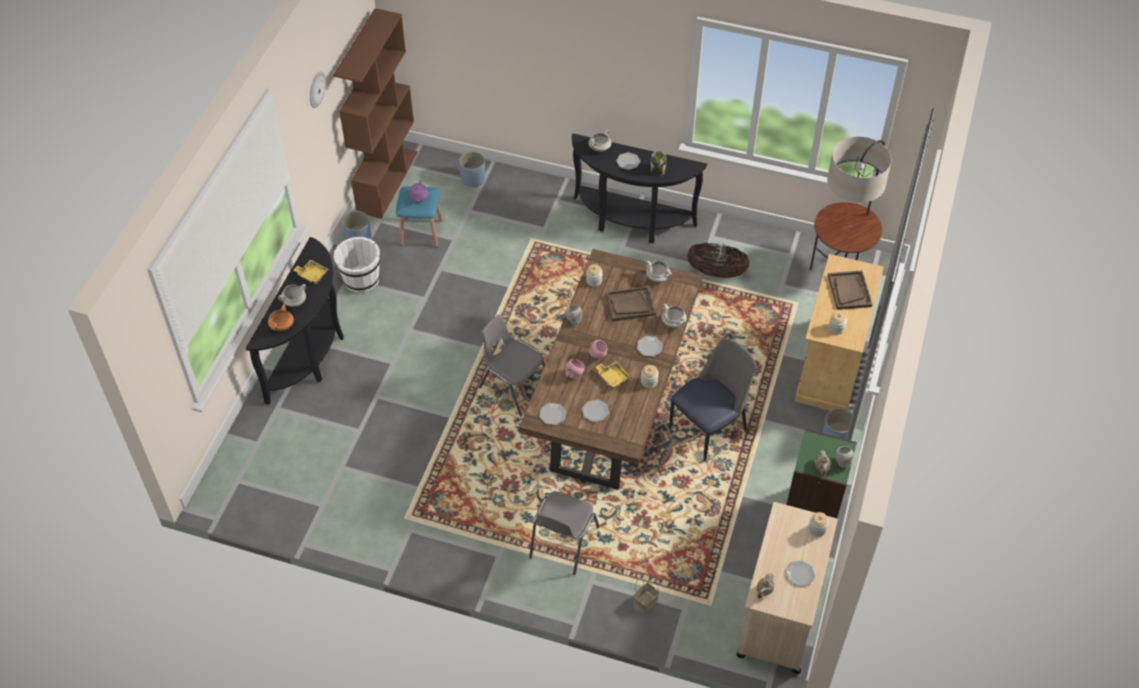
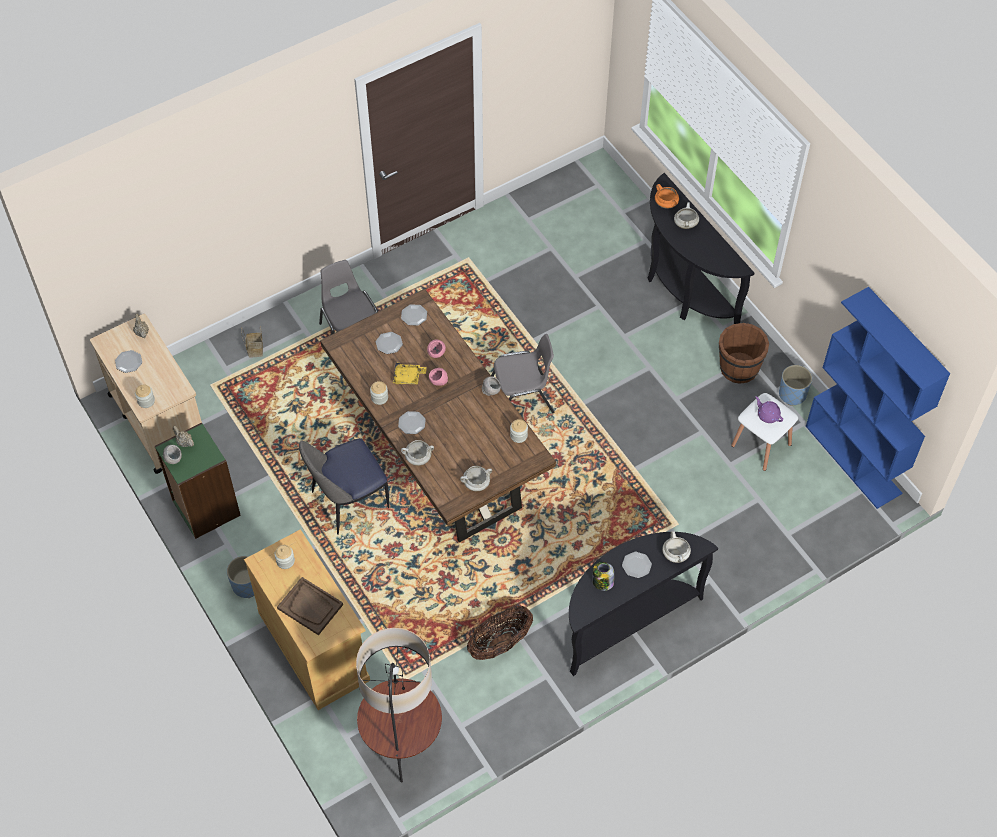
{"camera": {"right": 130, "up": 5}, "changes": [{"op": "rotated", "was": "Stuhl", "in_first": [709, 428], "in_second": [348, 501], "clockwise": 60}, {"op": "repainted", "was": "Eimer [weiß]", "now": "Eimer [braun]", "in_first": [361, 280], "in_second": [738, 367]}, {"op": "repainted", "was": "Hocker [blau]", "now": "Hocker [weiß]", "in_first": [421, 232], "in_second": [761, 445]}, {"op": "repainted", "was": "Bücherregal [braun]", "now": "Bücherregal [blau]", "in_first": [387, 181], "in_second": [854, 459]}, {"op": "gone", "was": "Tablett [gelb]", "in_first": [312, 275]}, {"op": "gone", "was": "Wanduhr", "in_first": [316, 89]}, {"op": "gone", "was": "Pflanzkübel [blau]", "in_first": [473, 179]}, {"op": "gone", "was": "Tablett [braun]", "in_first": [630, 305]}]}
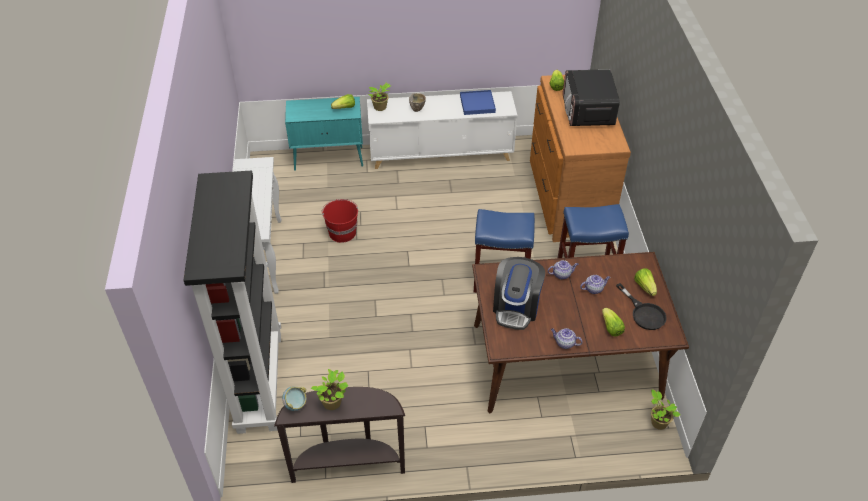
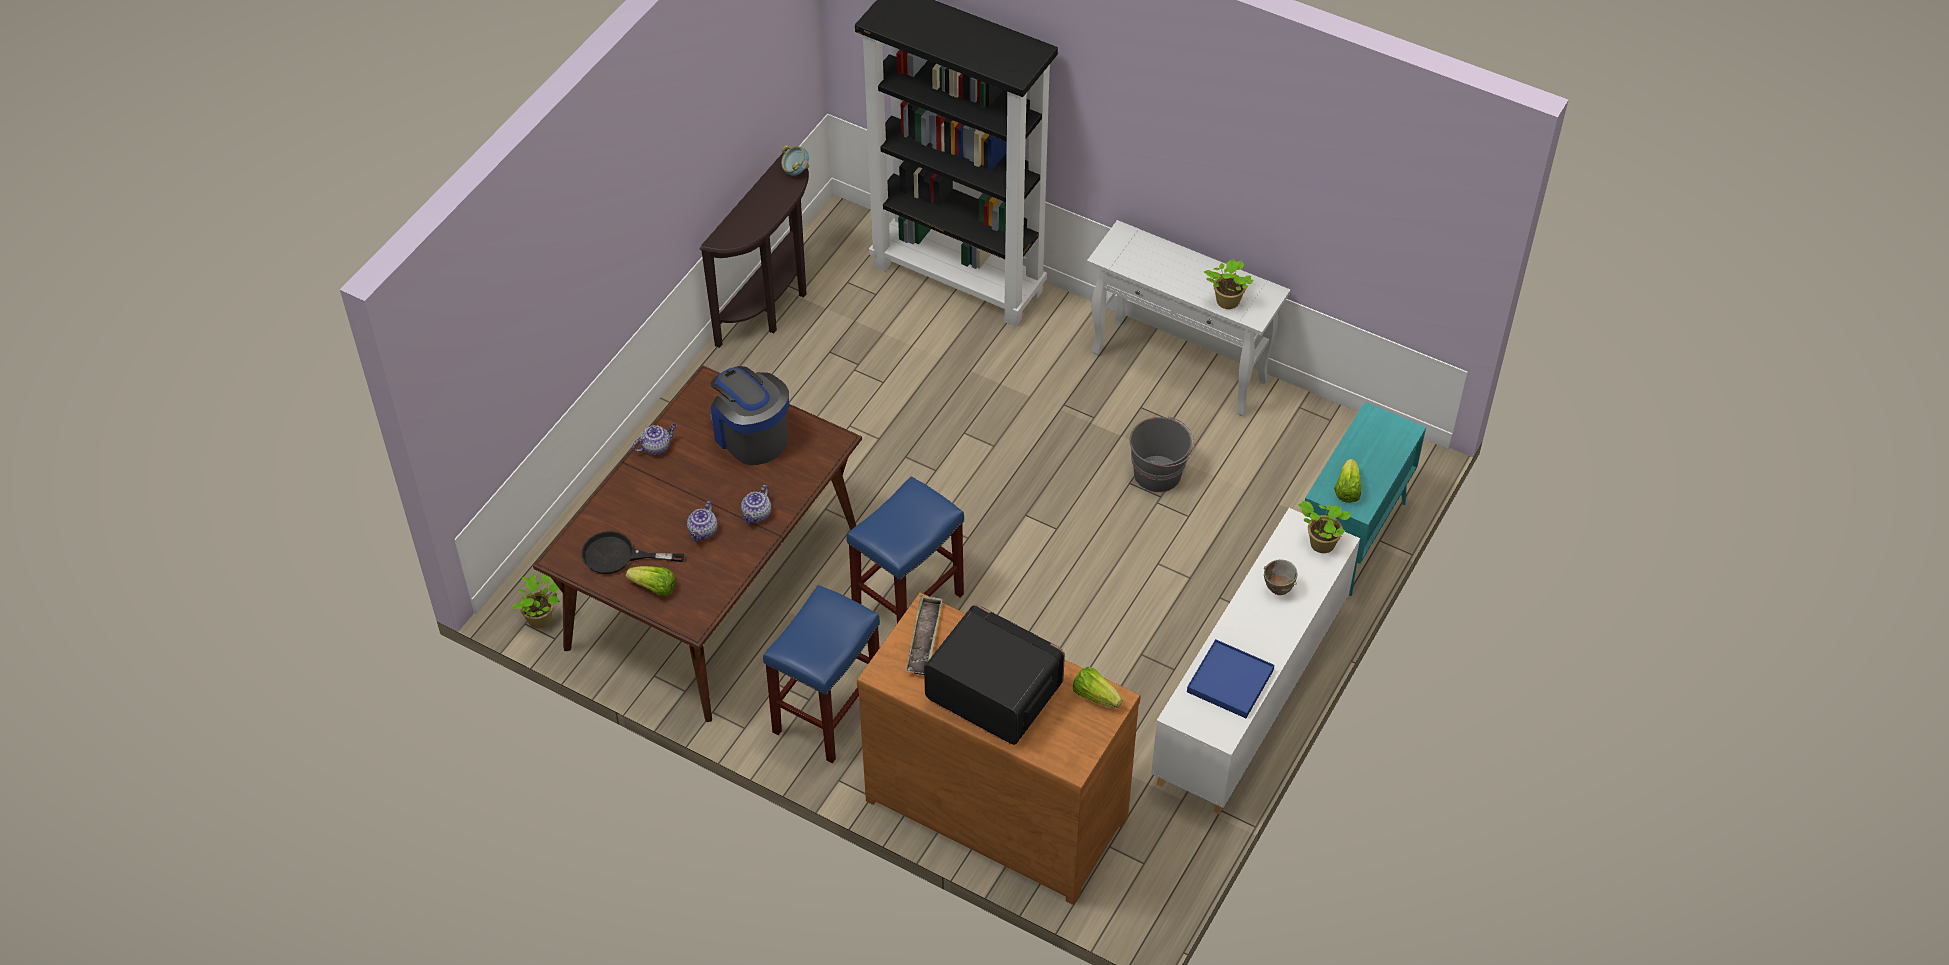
{"camera": {"right": 125, "up": 5}, "changes": [{"op": "new", "now": "Tablett", "in_second": [924, 639]}, {"op": "repainted", "was": "Eimer [rot]", "now": "Eimer [grau]", "in_first": [342, 232], "in_second": [1158, 473]}, {"op": "shifted", "was": "Topfpflanze", "in_first": [333, 403], "in_second": [1226, 302]}, {"op": "gone", "was": "Salatkopf", "in_first": [611, 328]}]}
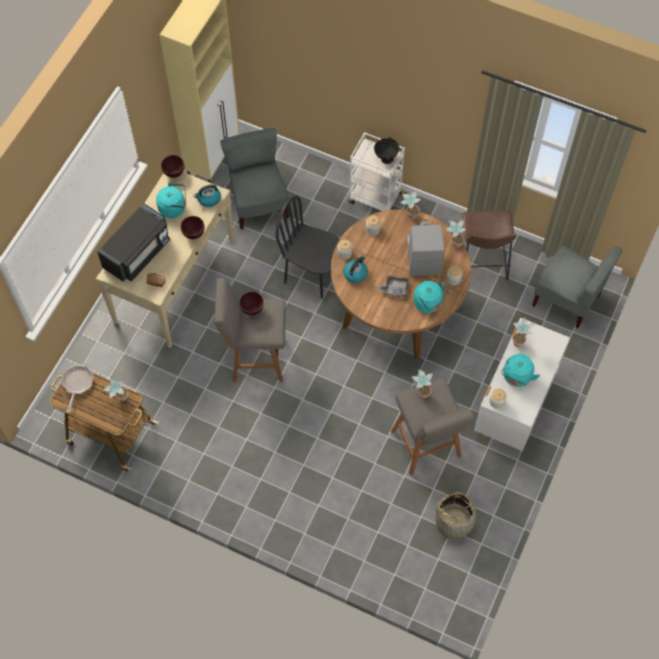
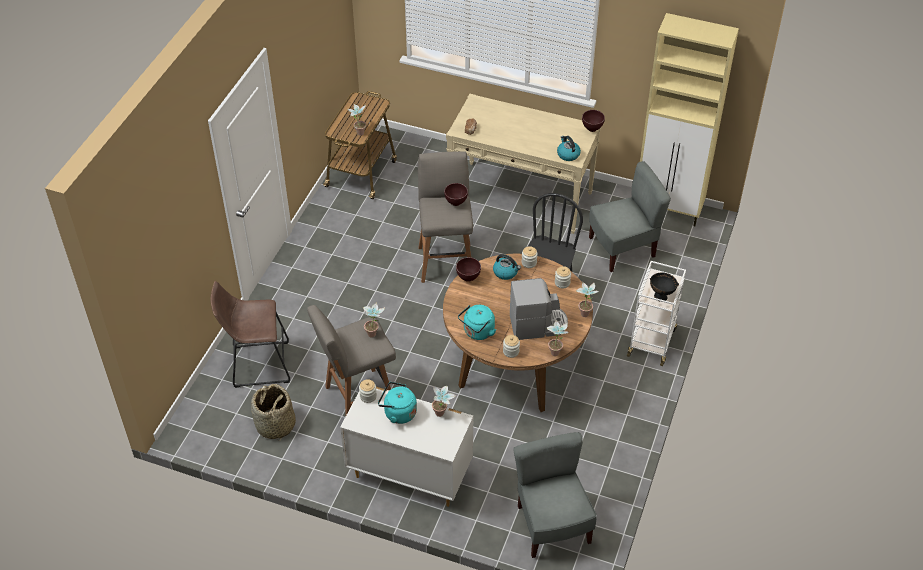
{"camera": {"right": 85, "up": -15}, "changes": [{"op": "shifted", "was": "Hocker [braun]", "in_first": [481, 263], "in_second": [257, 364]}, {"op": "shifted", "was": "Schüssel [braun]", "in_first": [194, 235], "in_second": [468, 279]}, {"op": "rotated", "was": "Stuhl [grau]", "in_first": [567, 300], "in_second": [552, 525], "clockwise": 135}, {"op": "gone", "was": "Pfanne", "in_first": [77, 384]}, {"op": "gone", "was": "Mikrowelle [schwarz]", "in_first": [137, 253]}, {"op": "gone", "was": "Wasserkessel [türkis]", "in_first": [174, 208]}, {"op": "gone", "was": "Tablett [grau]", "in_first": [395, 288]}]}
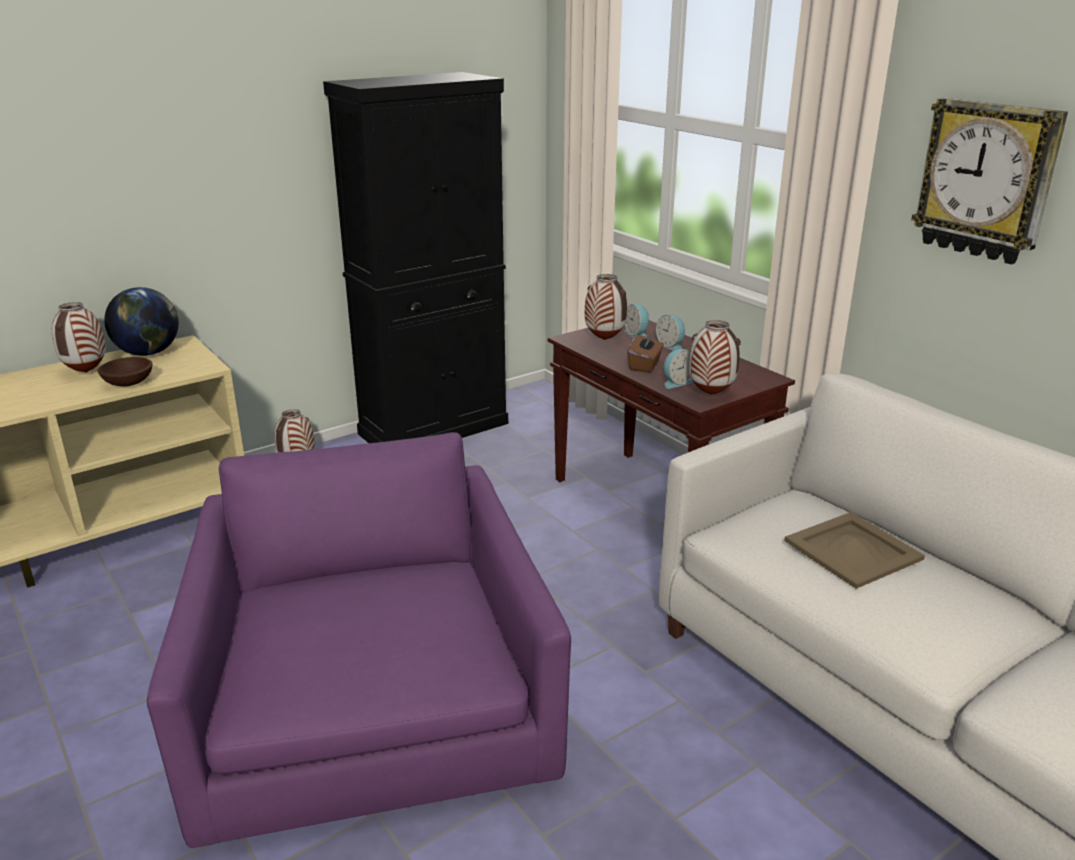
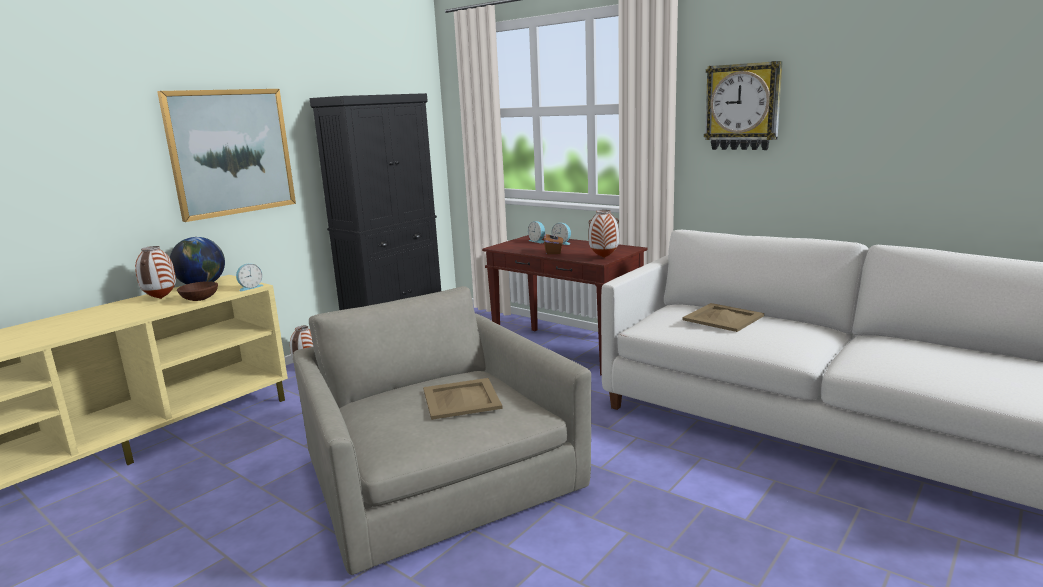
{"camera": {"right": -15, "up": -10}, "changes": [{"op": "new", "now": "Bild", "in_second": [231, 152]}, {"op": "shifted", "was": "Wecker", "in_first": [676, 382], "in_second": [250, 287]}, {"op": "repainted", "was": "Sessel [lila]", "now": "Sessel [grau]", "in_first": [372, 704], "in_second": [437, 477]}, {"op": "new", "now": "Tablett [beige]", "in_second": [462, 398]}, {"op": "gone", "was": "Vase", "in_first": [604, 340]}]}
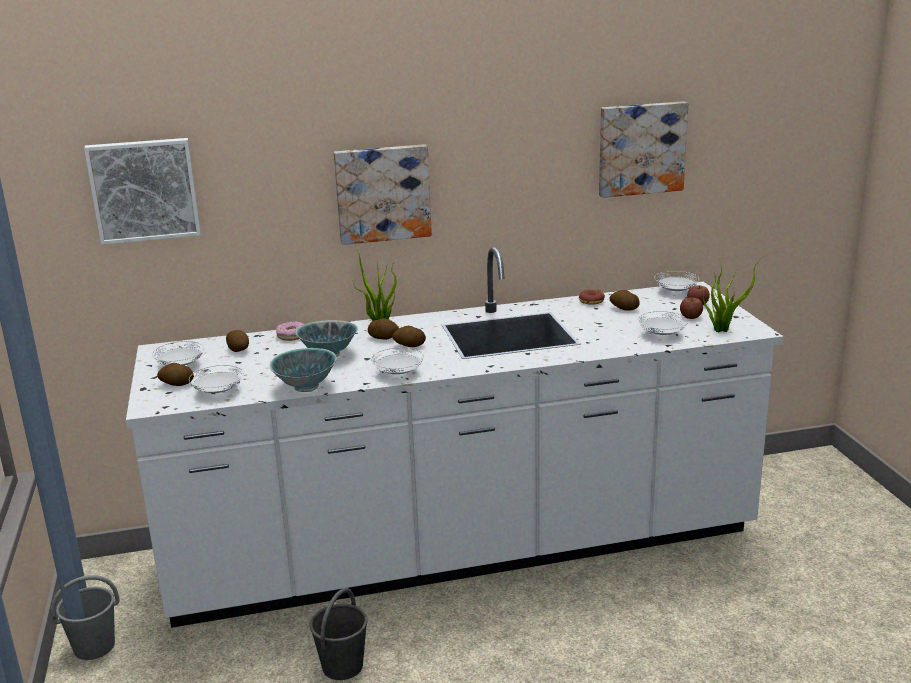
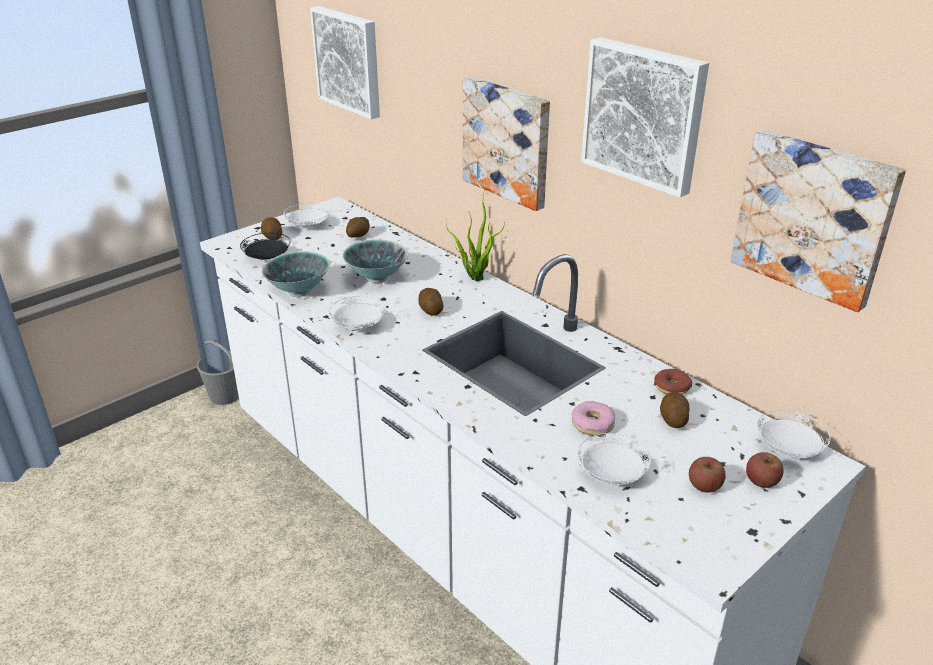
{"camera": {"right": 60, "up": 10}, "changes": [{"op": "repainted", "was": "Teller [weiß]", "now": "Teller [schwarz]", "in_first": [218, 392], "in_second": [267, 258]}, {"op": "shifted", "was": "Donut", "in_first": [292, 336], "in_second": [593, 424]}, {"op": "new", "now": "Bild", "in_second": [644, 114]}, {"op": "gone", "was": "Eimer [grau]", "in_first": [343, 665]}, {"op": "gone", "was": "Kartoffel", "in_first": [384, 338]}, {"op": "gone", "was": "Topfpflanze", "in_first": [723, 329]}]}
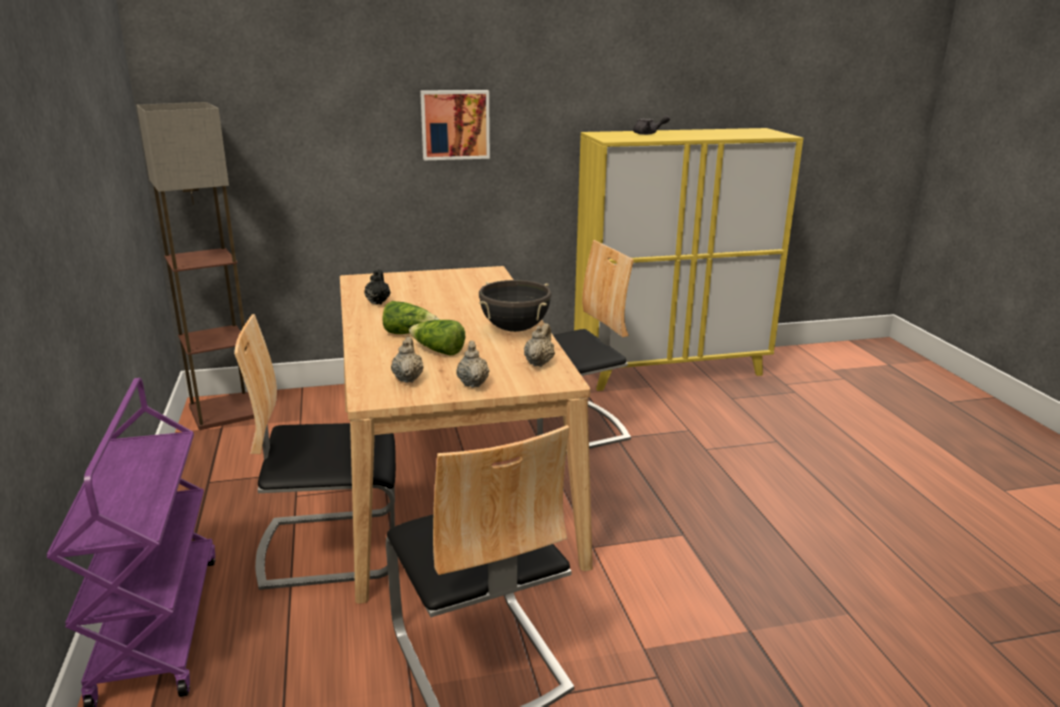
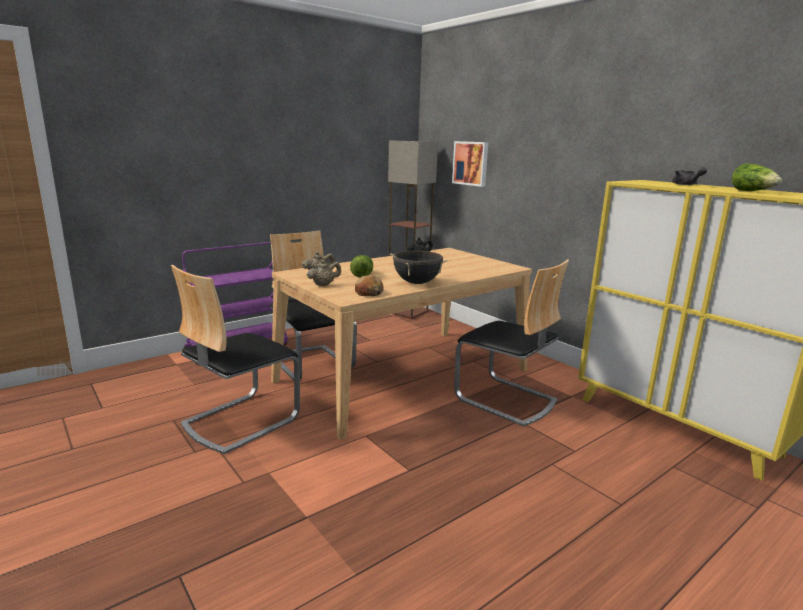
{"camera": {"right": 65, "up": -5}, "changes": [{"op": "swapped", "was": "Teekanne [beige]", "now": "Brot", "in_first": [539, 363], "in_second": [368, 292]}, {"op": "shifted", "was": "Bild", "in_first": [455, 124], "in_second": [471, 163]}, {"op": "shifted", "was": "Salatkopf", "in_first": [409, 333], "in_second": [753, 192]}]}
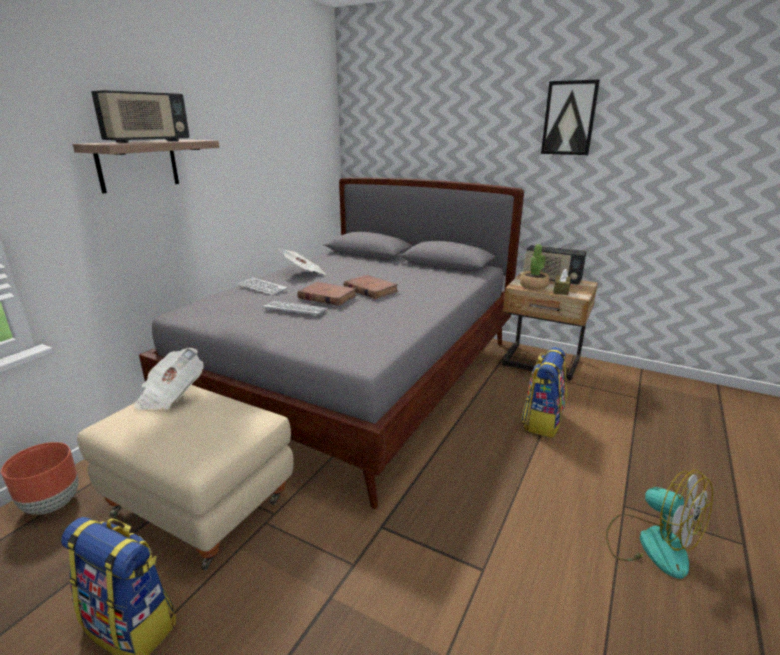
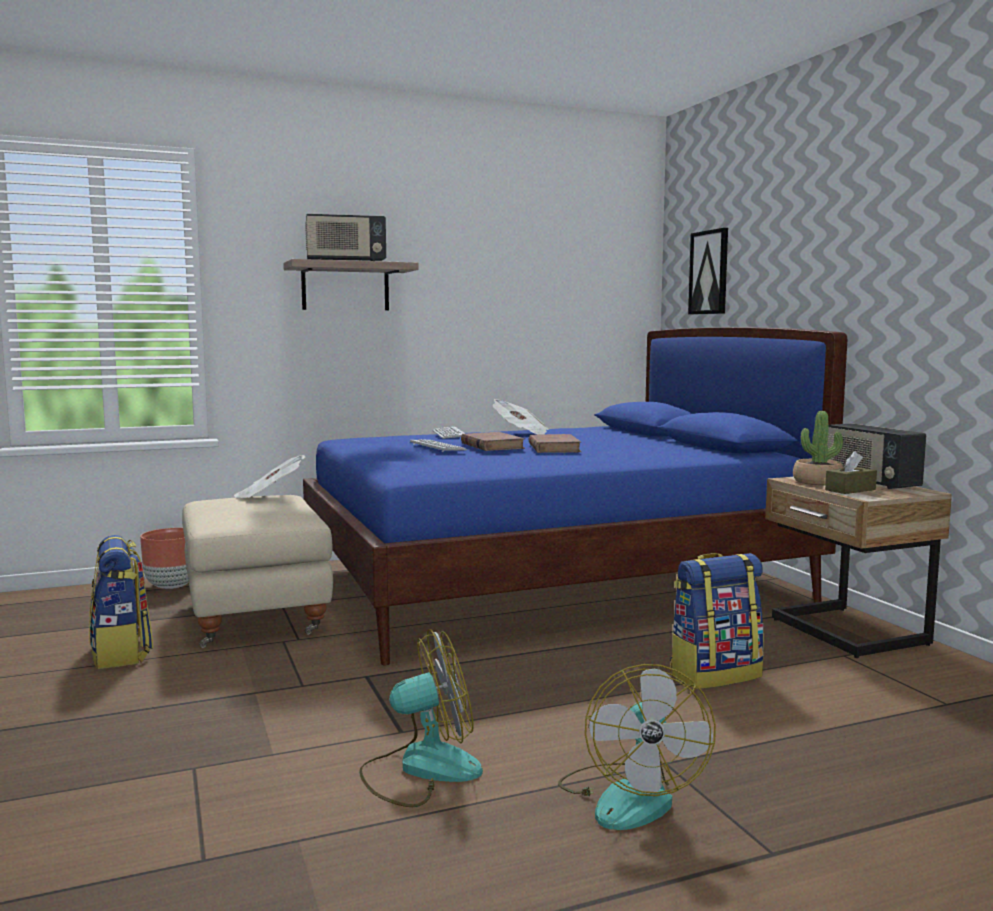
{"camera": {"right": 40, "up": -15}, "changes": [{"op": "repainted", "was": "Bett [grau]", "now": "Bett [blau]", "in_first": [359, 378], "in_second": [550, 583]}, {"op": "new", "now": "Ventilator", "in_second": [420, 769]}, {"op": "shifted", "was": "Bild", "in_first": [569, 118], "in_second": [709, 272]}]}
